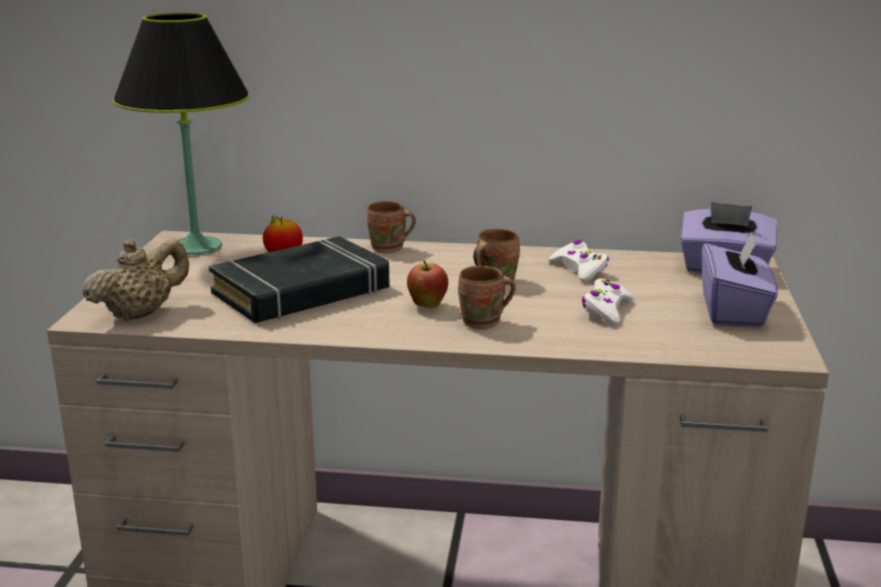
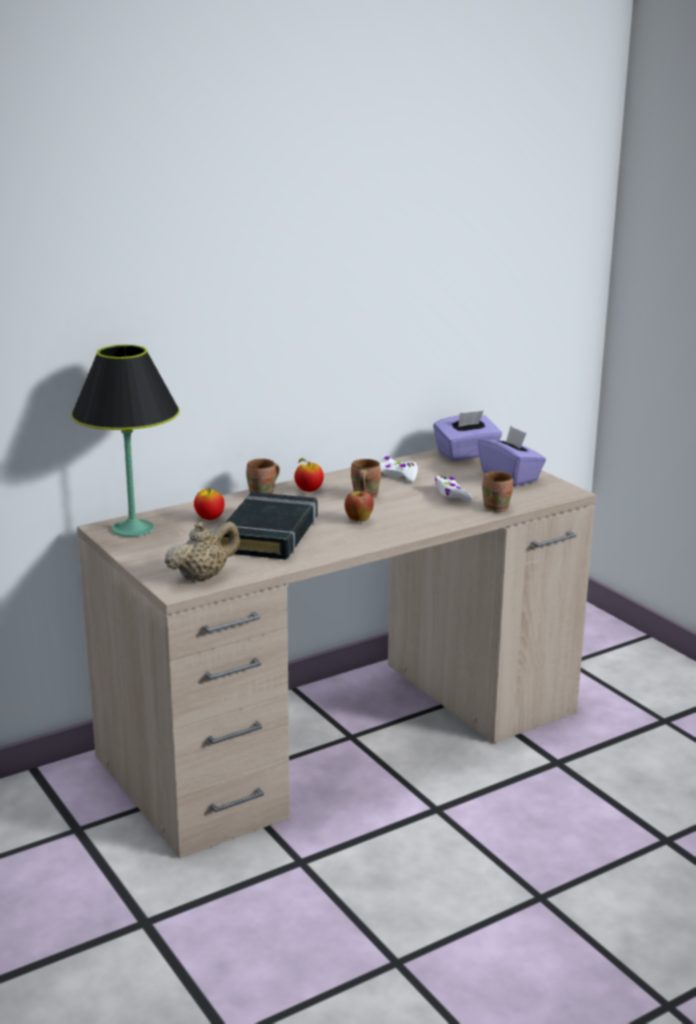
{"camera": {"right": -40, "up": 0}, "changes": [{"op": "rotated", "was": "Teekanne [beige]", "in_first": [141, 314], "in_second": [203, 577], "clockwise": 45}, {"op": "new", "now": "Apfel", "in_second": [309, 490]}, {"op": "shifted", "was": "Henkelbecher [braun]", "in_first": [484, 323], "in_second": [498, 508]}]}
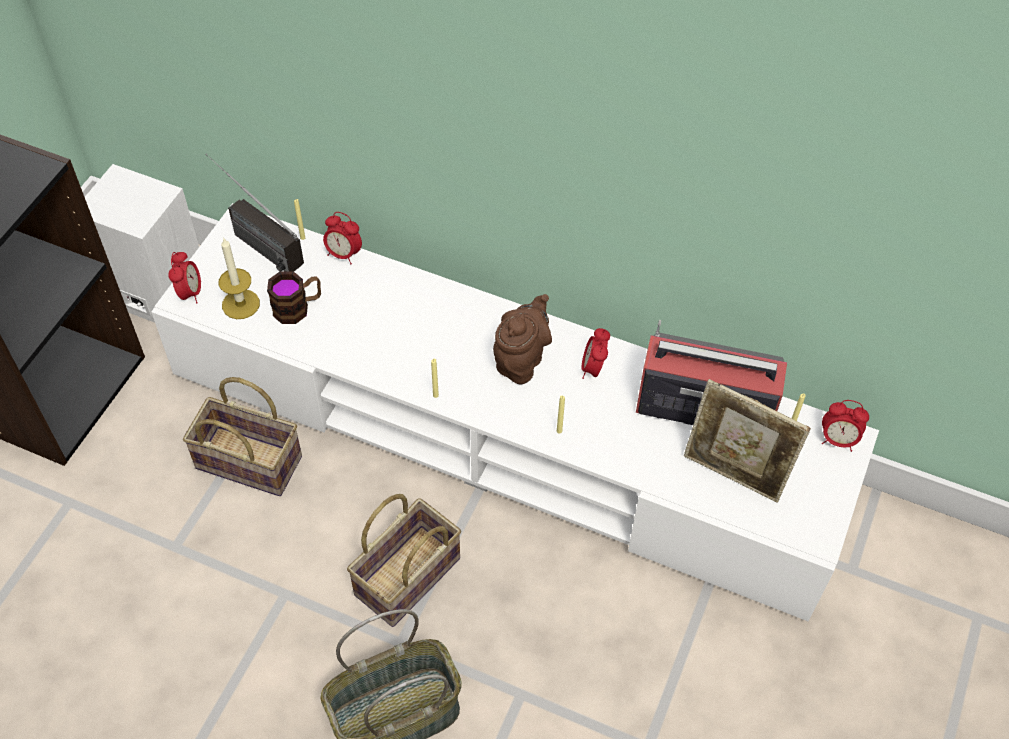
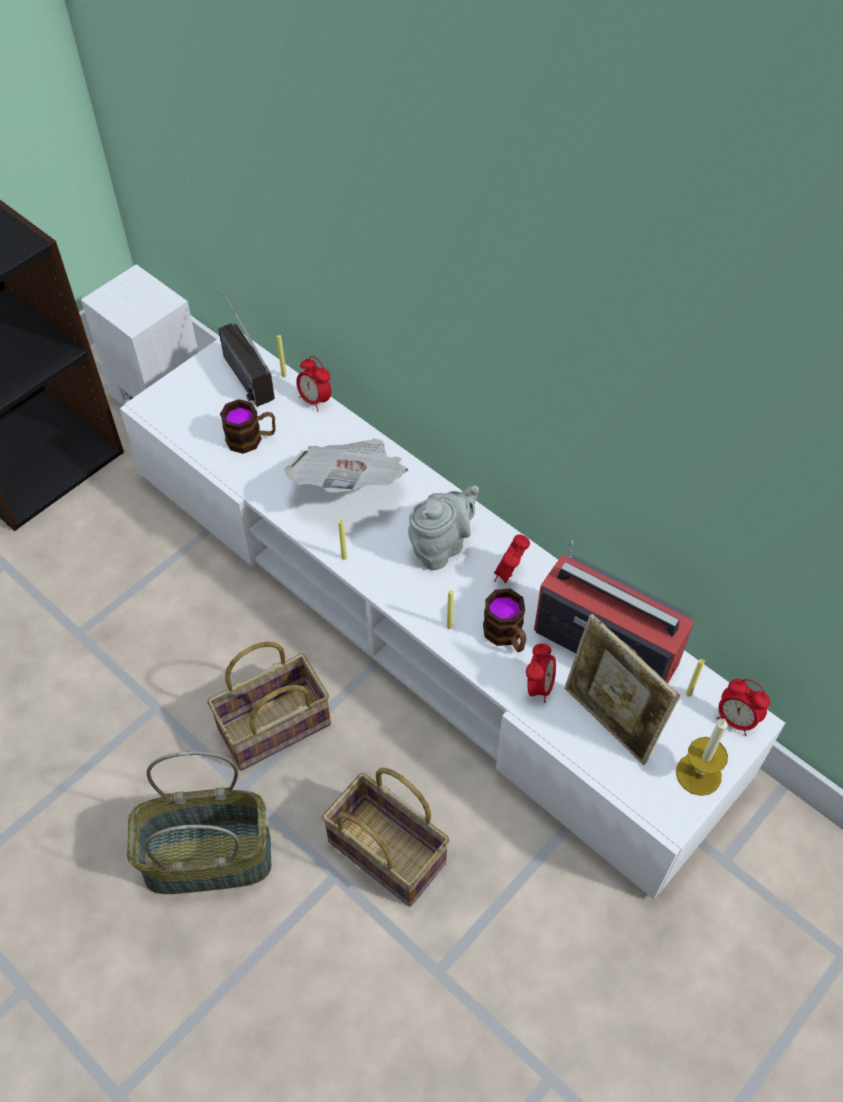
{"camera": {"right": 20, "up": 0}, "changes": [{"op": "new", "now": "Zeitung", "in_second": [350, 484]}, {"op": "shifted", "was": "Korb", "in_first": [252, 461], "in_second": [390, 852]}, {"op": "repainted", "was": "Teekanne [braun]", "now": "Teekanne [grau]", "in_first": [521, 360], "in_second": [441, 546]}, {"op": "new", "now": "Henkelbecher", "in_second": [506, 636]}, {"op": "shifted", "was": "Wecker", "in_first": [190, 293], "in_second": [539, 686]}, {"op": "shifted", "was": "Kerze", "in_first": [240, 304], "in_second": [698, 774]}]}
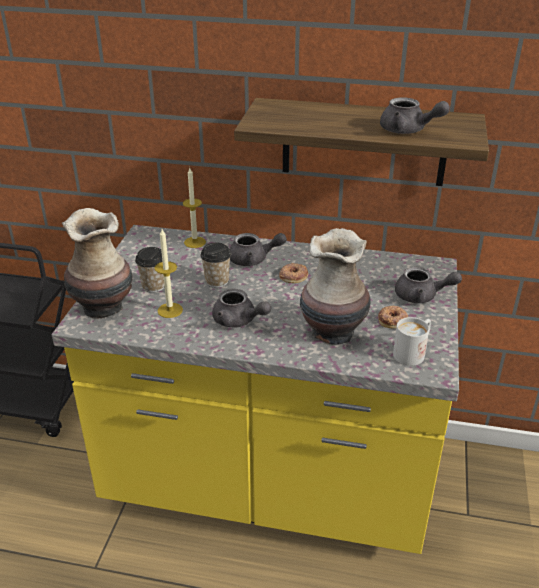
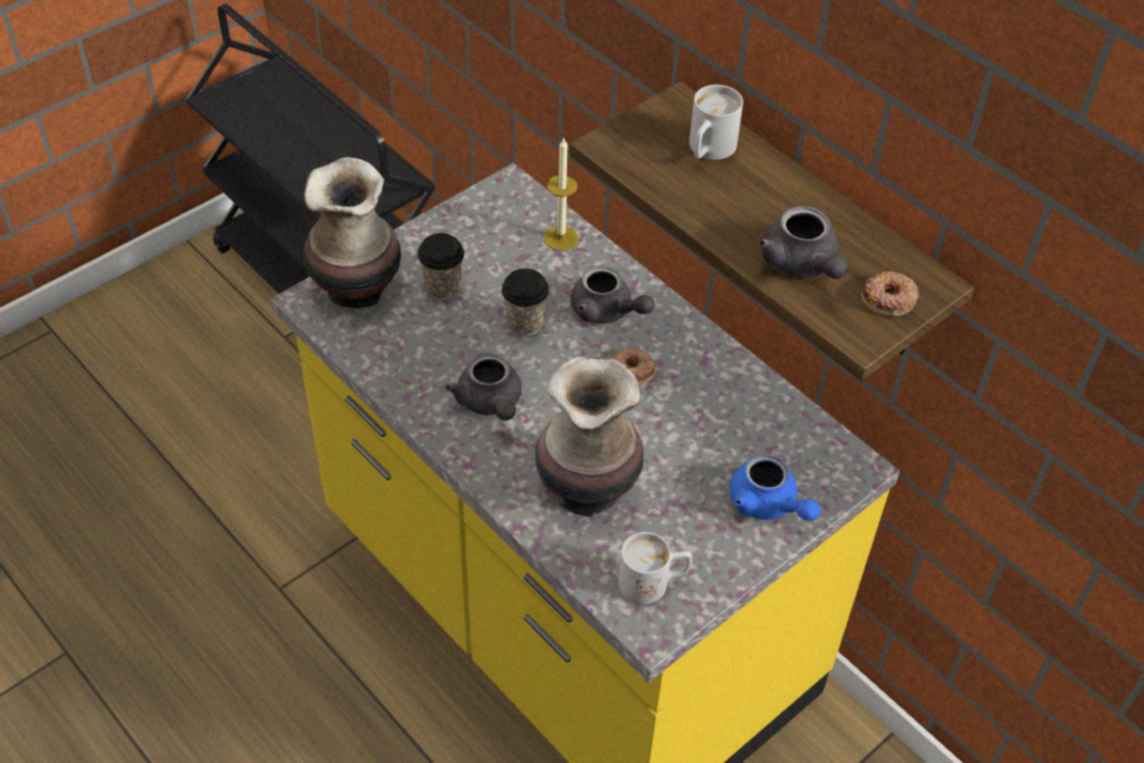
{"camera": {"right": 35, "up": 15}, "changes": [{"op": "new", "now": "Henkelbecher [weiß]", "in_second": [708, 151]}, {"op": "repainted", "was": "Teekanne [grau]", "now": "Teekanne [blau]", "in_first": [422, 296], "in_second": [768, 505]}, {"op": "shifted", "was": "Donut", "in_first": [393, 320], "in_second": [889, 298]}, {"op": "gone", "was": "Kerze", "in_first": [170, 310]}]}
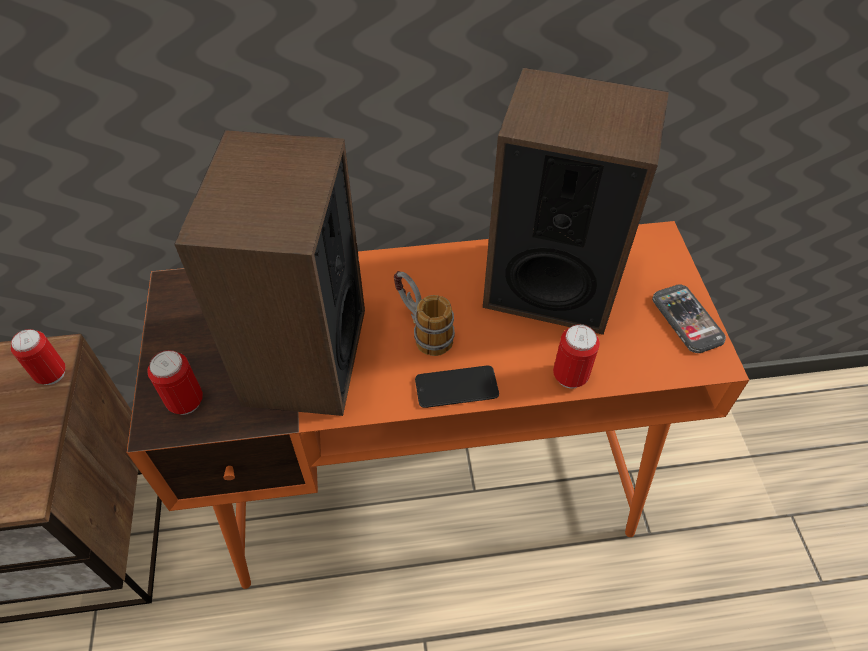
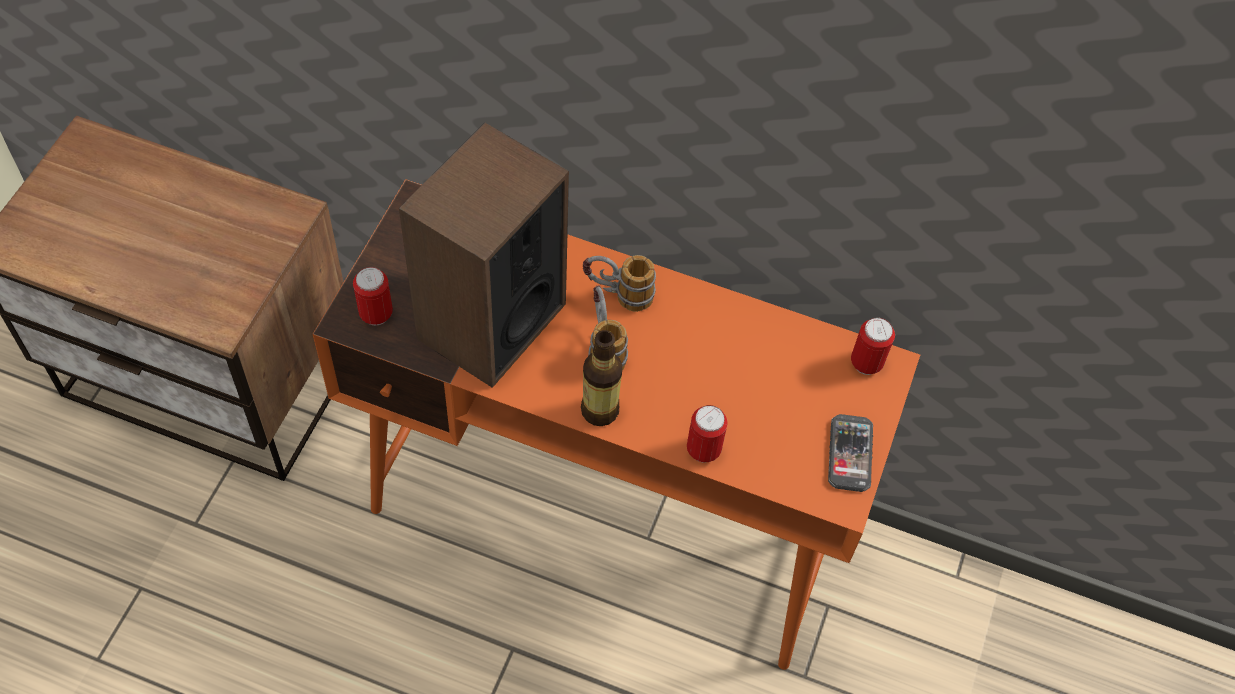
{"camera": {"right": 25, "up": 5}, "changes": [{"op": "swapped", "was": "Handy", "now": "Flasche", "in_first": [456, 387], "in_second": [599, 411]}, {"op": "new", "now": "Henkelbecher", "in_second": [618, 295]}, {"op": "shifted", "was": "Dose", "in_first": [51, 374], "in_second": [866, 363]}, {"op": "gone", "was": "Lautsprecher", "in_first": [550, 285]}]}
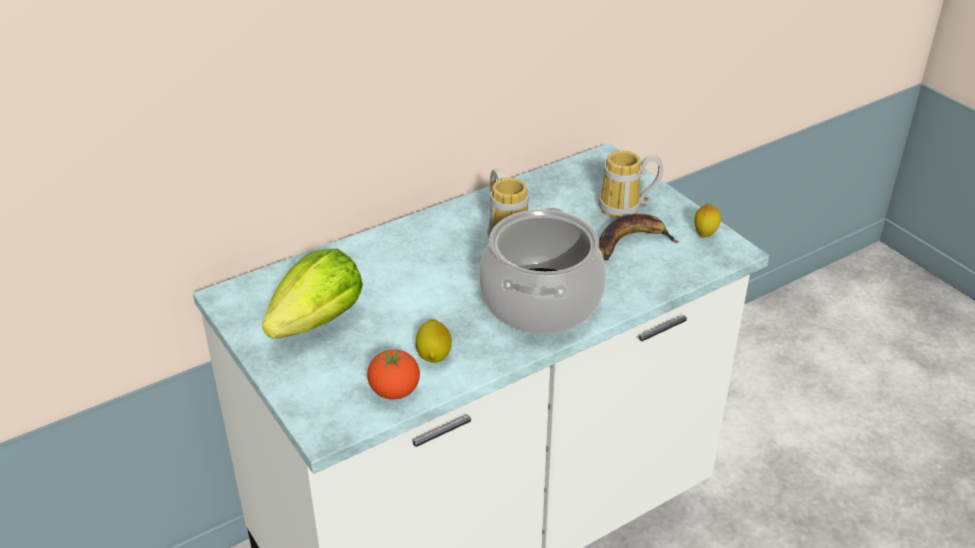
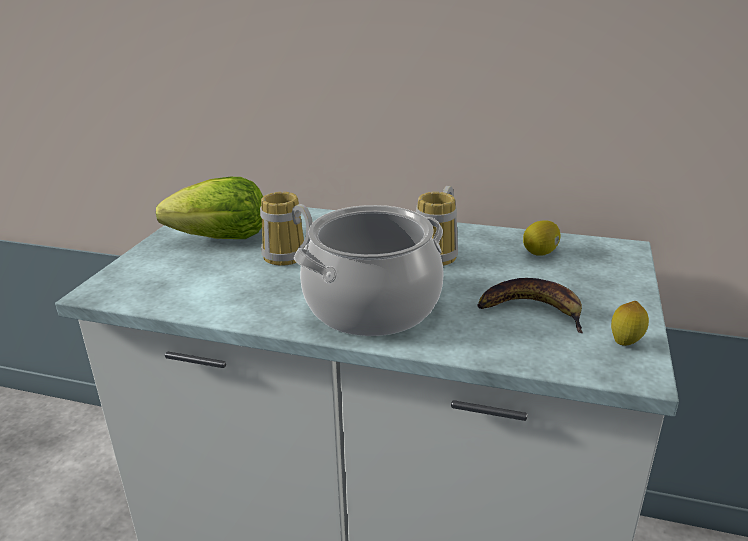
{"camera": {"right": 50, "up": -10}, "changes": [{"op": "shifted", "was": "Henkelbecher", "in_first": [626, 209], "in_second": [287, 259]}, {"op": "shifted", "was": "Zitrone", "in_first": [434, 354], "in_second": [540, 252]}, {"op": "gone", "was": "Tomate", "in_first": [394, 391]}]}
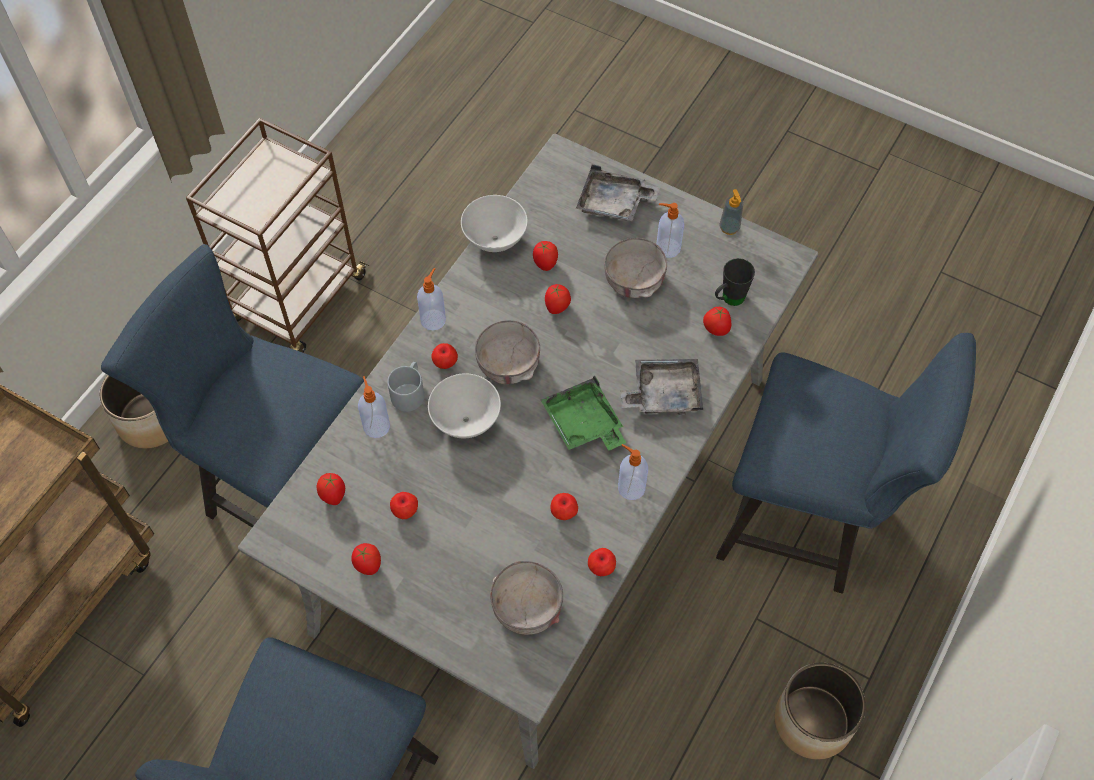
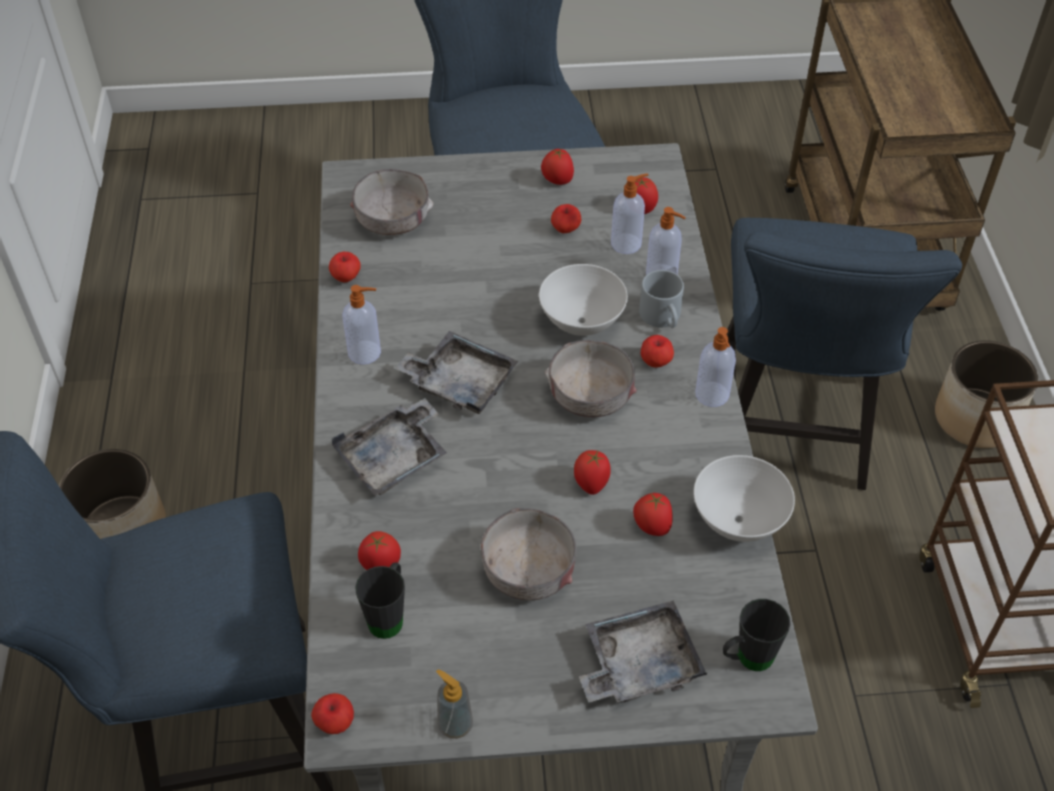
{"camera": {"right": 145, "up": -10}, "changes": [{"op": "shifted", "was": "Apfel", "in_first": [564, 512], "in_second": [335, 722]}, {"op": "repainted", "was": "Tablett [grün]", "now": "Tablett [grau]", "in_first": [583, 423], "in_second": [460, 383]}, {"op": "shifted", "was": "Seifenspender", "in_first": [667, 248], "in_second": [627, 243]}, {"op": "new", "now": "Henkelbecher [schwarz]", "in_second": [747, 659]}, {"op": "rotated", "was": "Stuhl [blau]", "in_first": [282, 487], "in_second": [790, 436], "clockwise": 105}]}
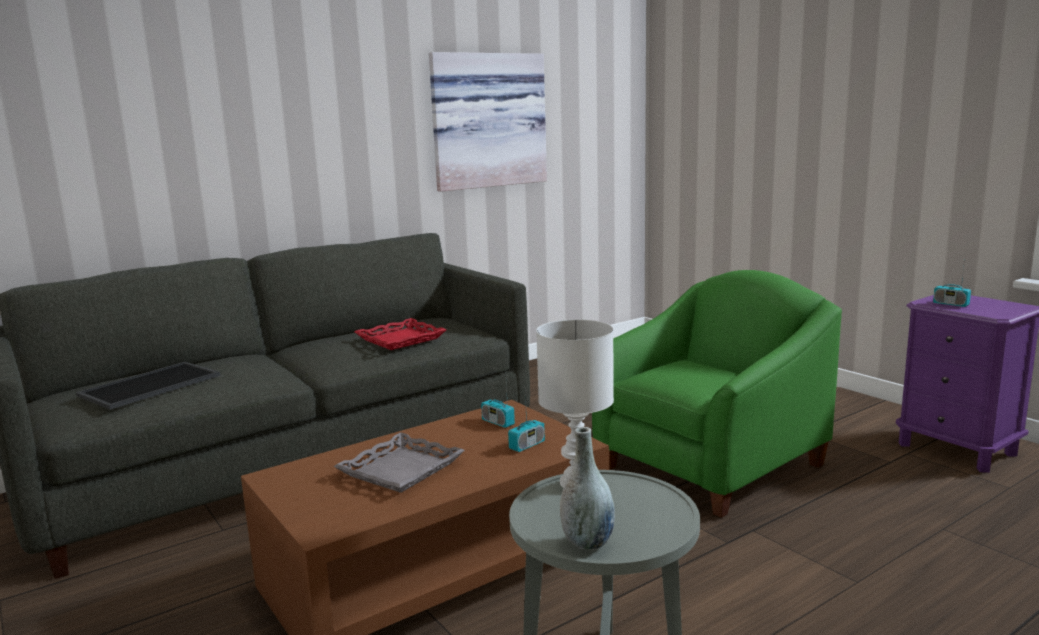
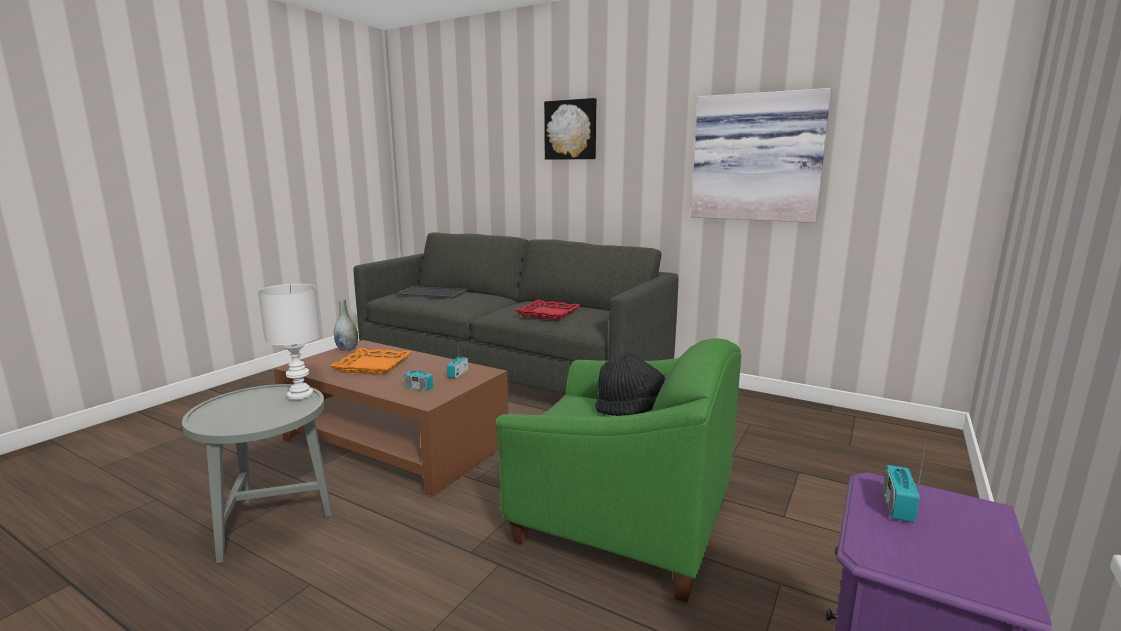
{"camera": {"right": 65, "up": 0}, "changes": [{"op": "repainted", "was": "Tablett [grau]", "now": "Tablett [orange]", "in_first": [401, 470], "in_second": [372, 366]}, {"op": "shifted", "was": "Vase [grau]", "in_first": [587, 542], "in_second": [347, 349]}, {"op": "new", "now": "Bild", "in_second": [571, 130]}, {"op": "new", "now": "Hut [schwarz]", "in_second": [632, 409]}]}
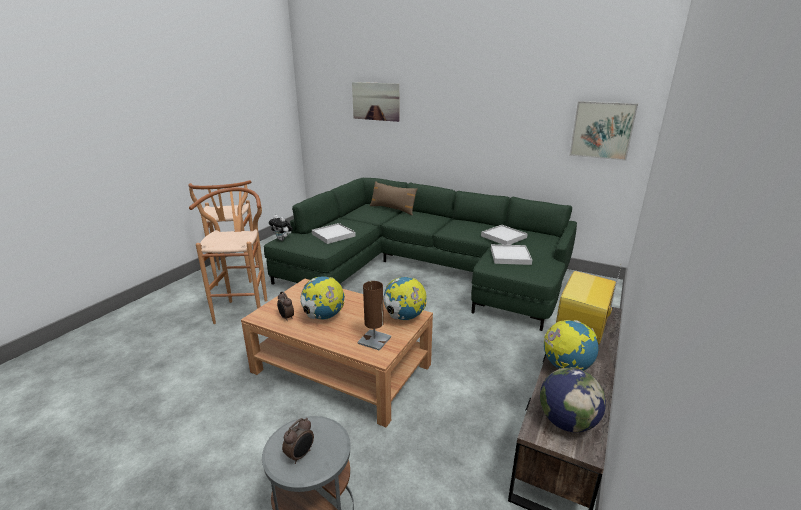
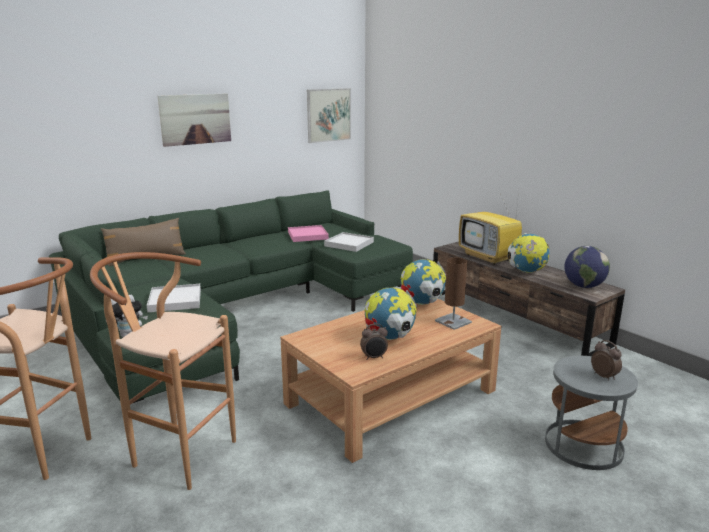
{"camera": {"right": -65, "up": -5}, "changes": [{"op": "shifted", "was": "Bild", "in_first": [375, 101], "in_second": [195, 119]}, {"op": "repainted", "was": "Tablett [weiß]", "now": "Tablett [rosa]", "in_first": [504, 237], "in_second": [308, 235]}]}
